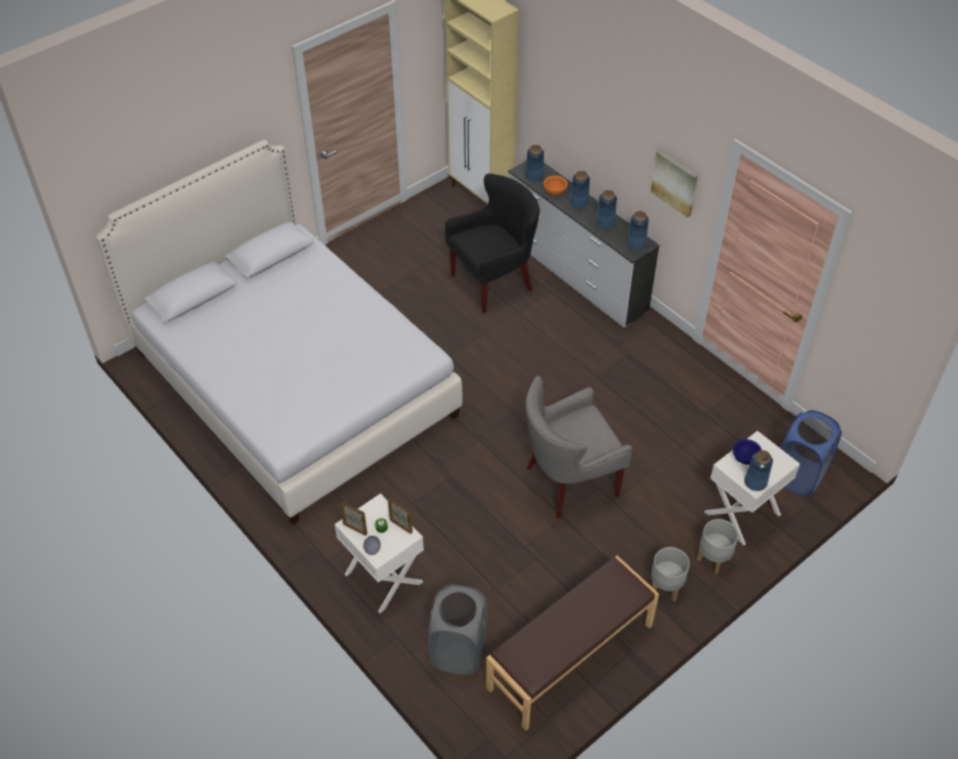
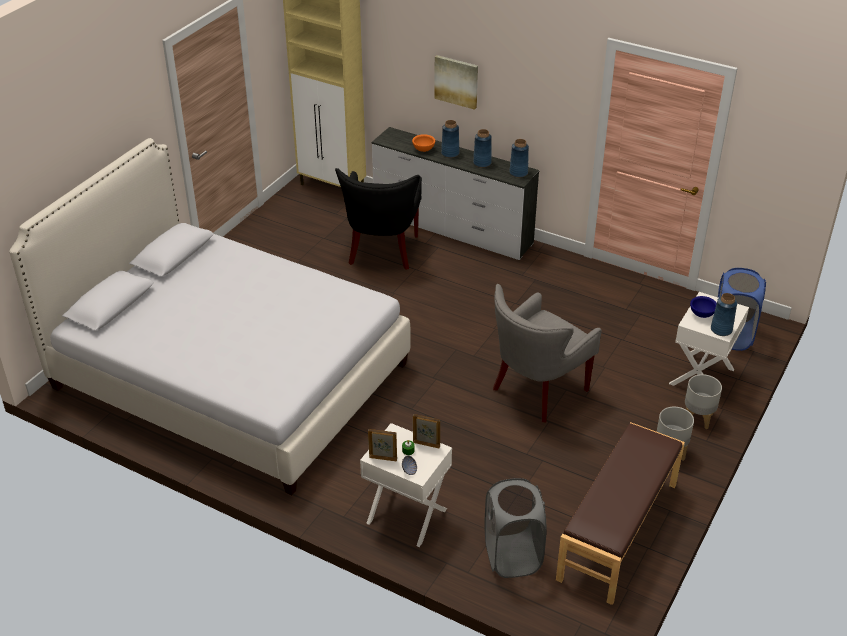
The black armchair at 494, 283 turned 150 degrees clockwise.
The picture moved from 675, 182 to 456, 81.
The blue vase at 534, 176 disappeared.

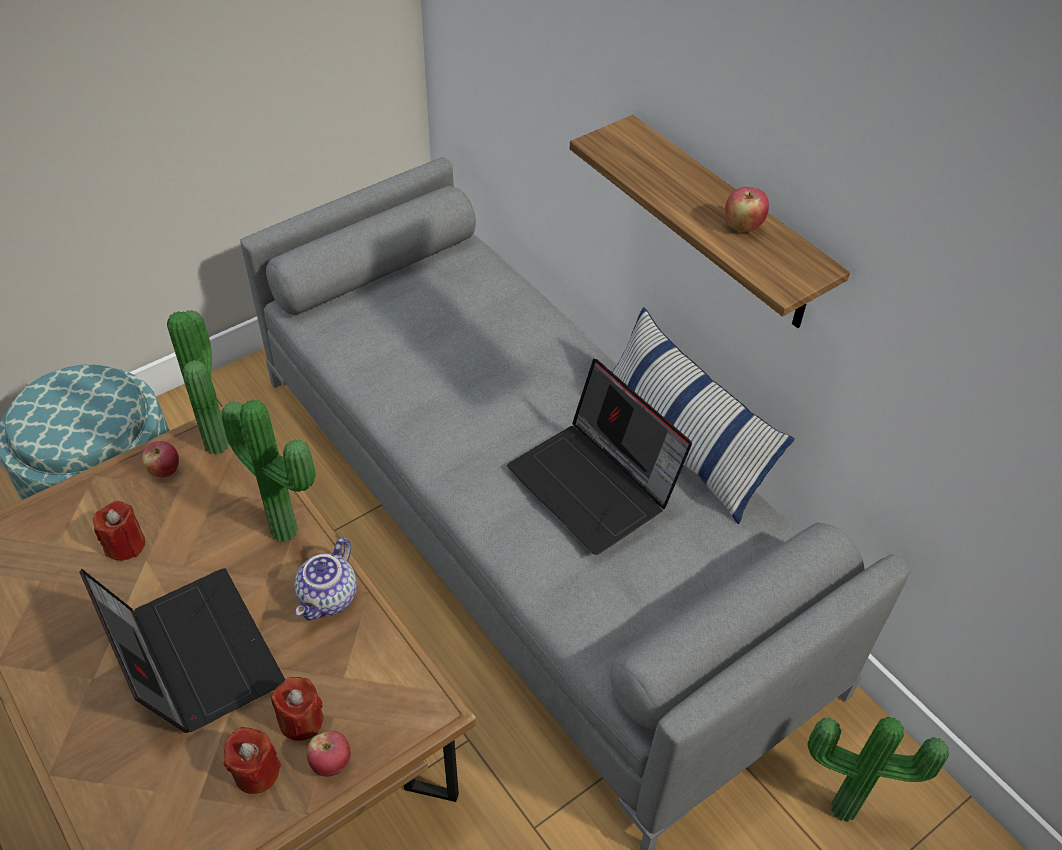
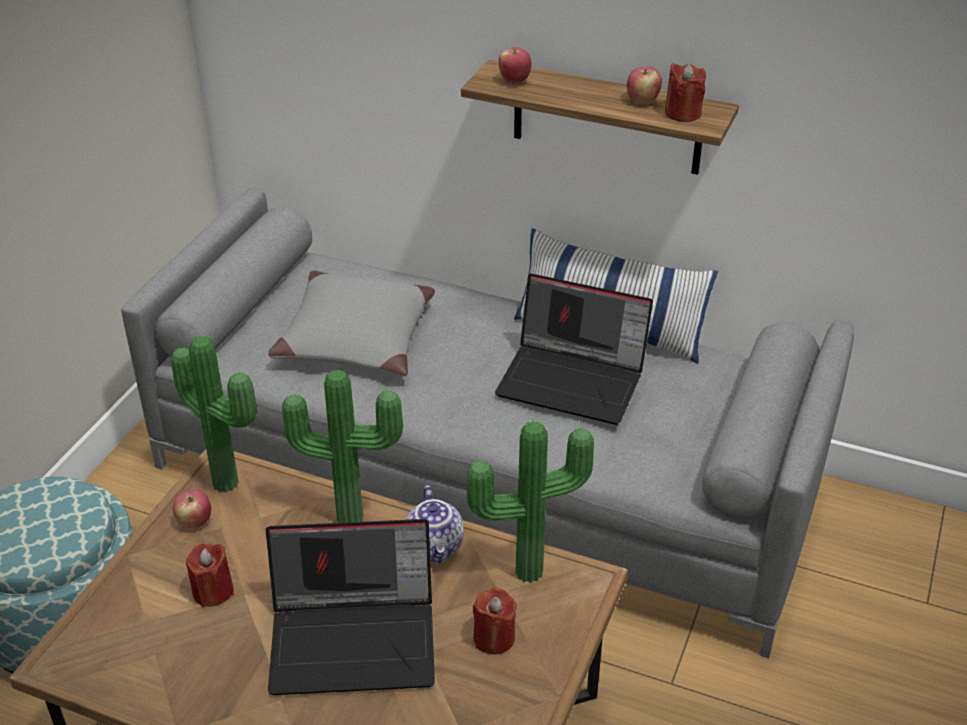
The laptop at 192, 654 turned 150 degrees clockwise.
The grey pillow at 357, 338 appeared.
The potted plant moved from 843, 803 to 527, 568.
The apple moved from 332, 763 to 514, 81.
The red candle moved from 256, 772 to 682, 113.

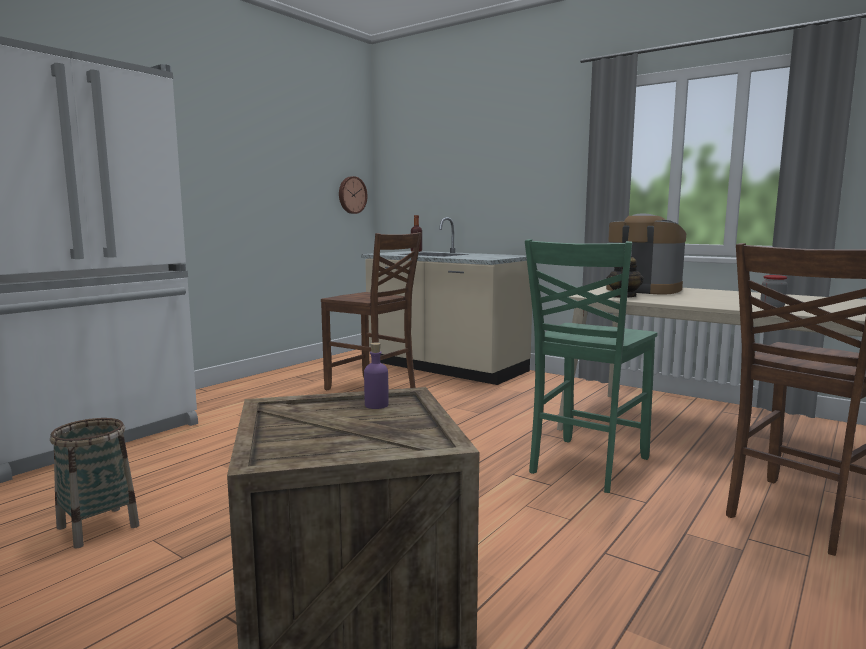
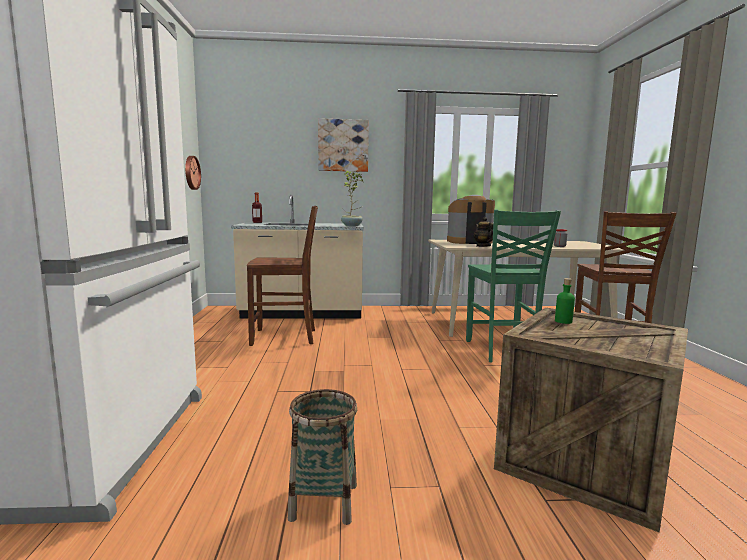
The picture at 343, 145 appeared.
The potted plant at 352, 226 appeared.
The purple bottle at 376, 405 became the green bottle at 563, 321.

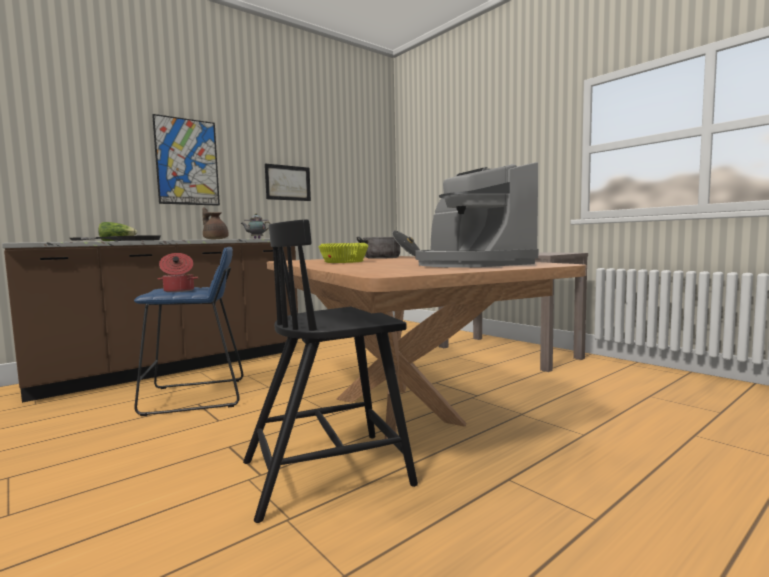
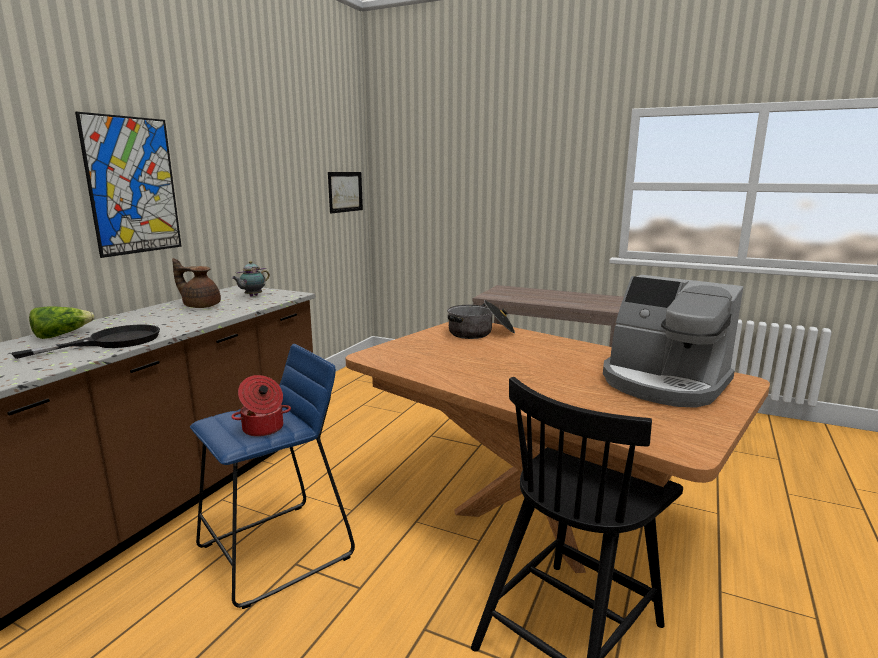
The picture moved from 288, 183 to 345, 192.
The yellow bowl at 343, 262 disappeared.

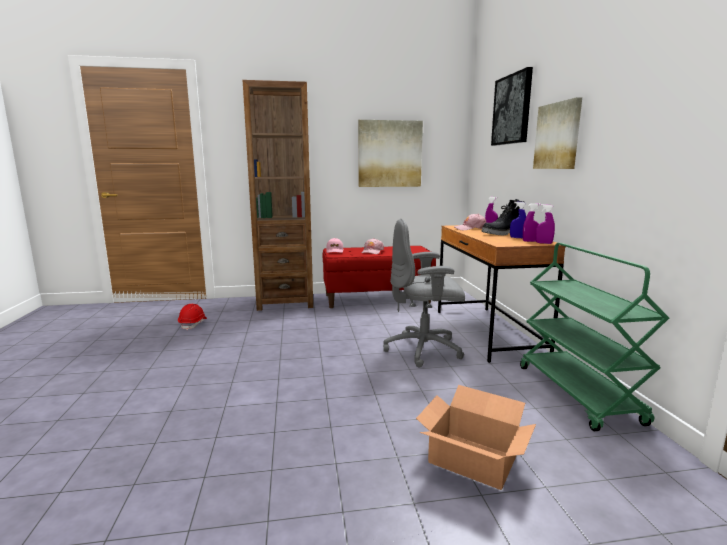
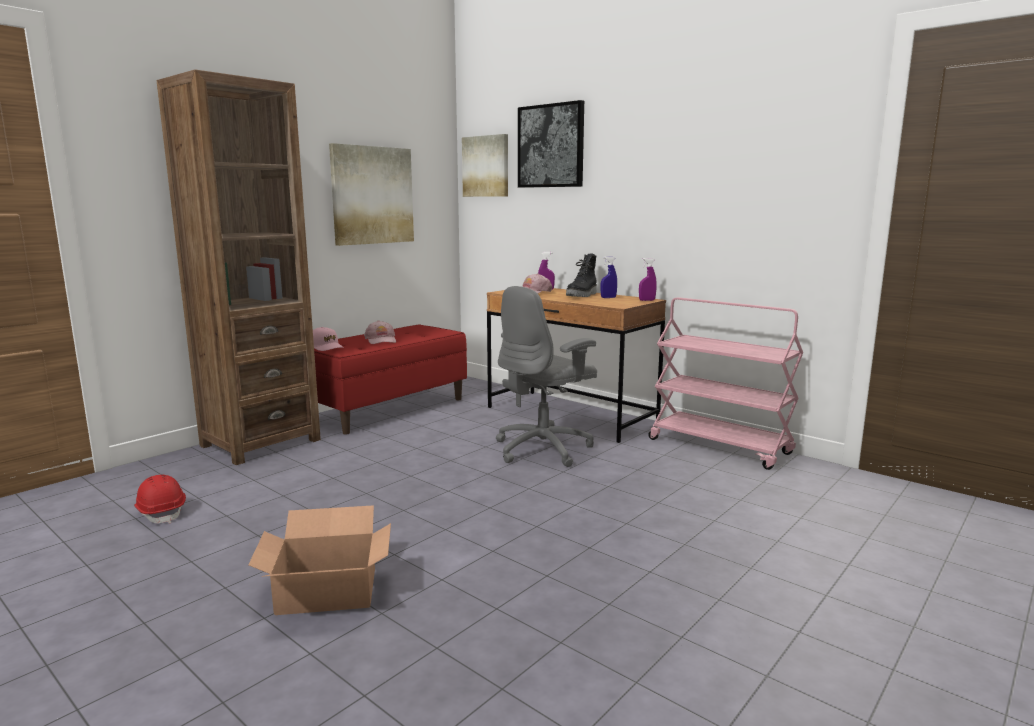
The cardboard box moved from 472, 458 to 326, 590.
The picture moved from 558, 136 to 486, 166.
The green cart at 578, 394 became the pink cart at 720, 447.
The purple spray bottle at 530, 241 disappeared.

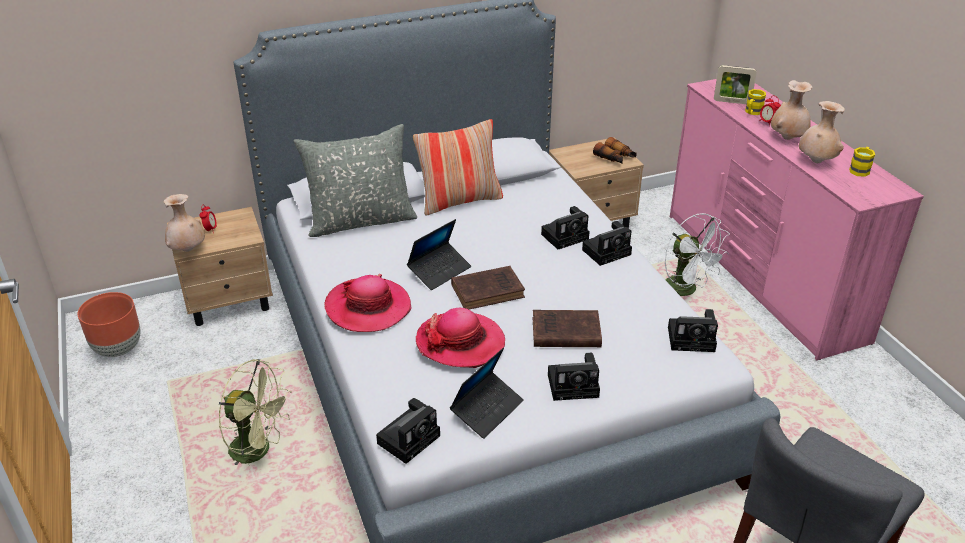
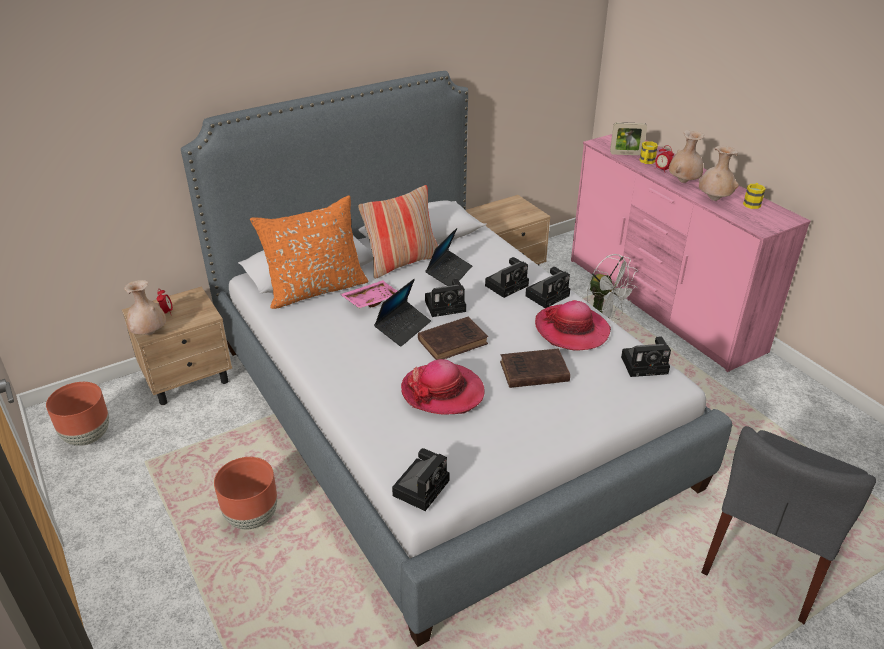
The green fan at 259, 450 was replaced by the brown planter at 251, 516.
The grey pillow at 361, 221 became the orange pillow at 316, 289.
The pink tray at 371, 300 appeared.
The photo camera moved from 575, 385 to 447, 306.
The laptop moved from 487, 410 to 449, 273.
The hat moved from 368, 307 to 572, 330.
The binoculars at 615, 158 disappeared.

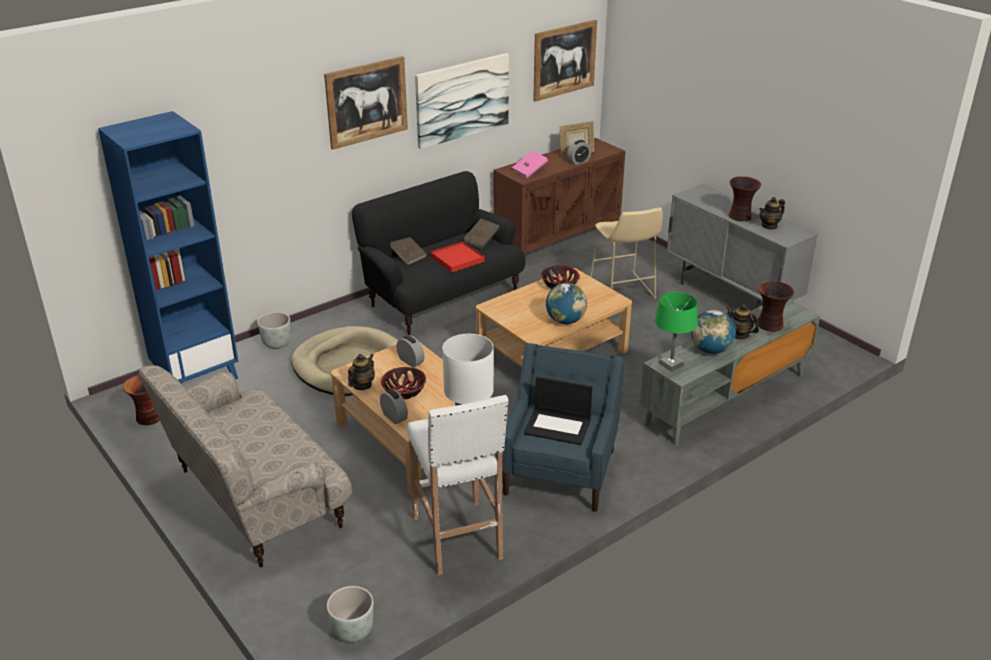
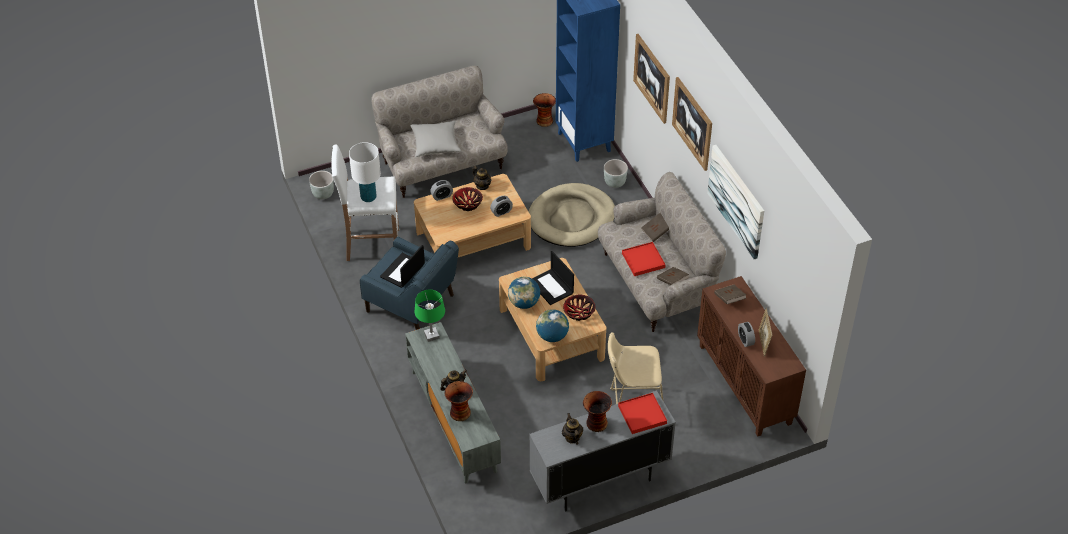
The grey pillow at 435, 144 appeared.
The laptop at 551, 287 appeared.
The globe moved from 710, 350 to 552, 336.
The black sofa at 442, 298 became the beige sofa at 656, 283.
The red tray at 642, 414 appeared.
The picture moved from 564, 60 to 652, 78.
The pink book at 530, 171 became the brown book at 729, 299.

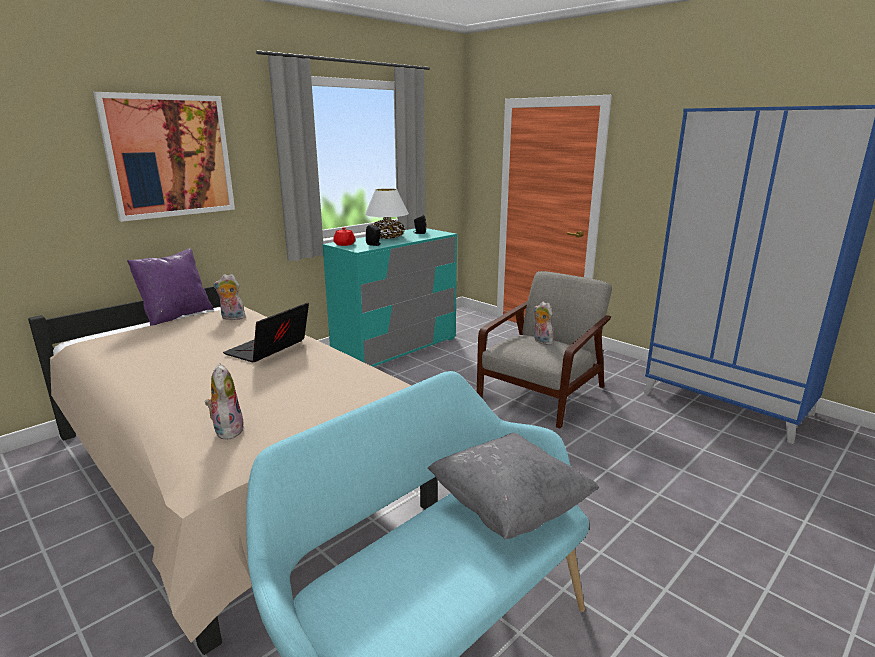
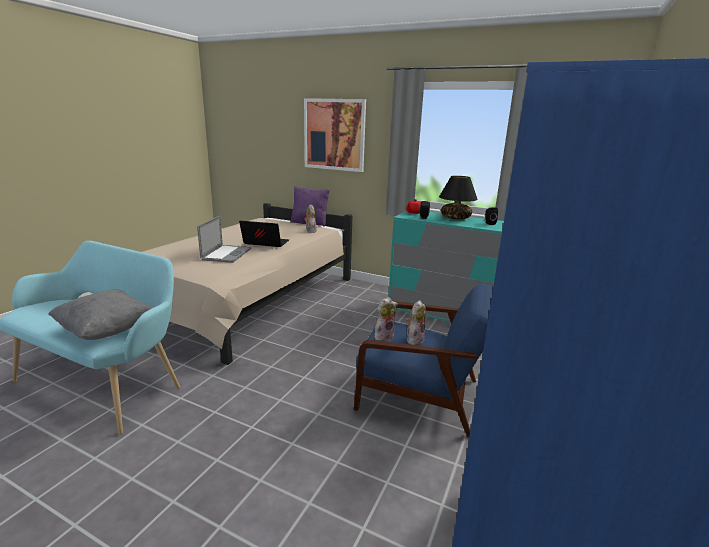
The laptop at 227, 254 appeared.
The grey armchair at 543, 393 became the blue armchair at 420, 395.
The plush toy moved from 227, 430 to 383, 336.
The white table lamp at 387, 237 became the black table lamp at 456, 218.

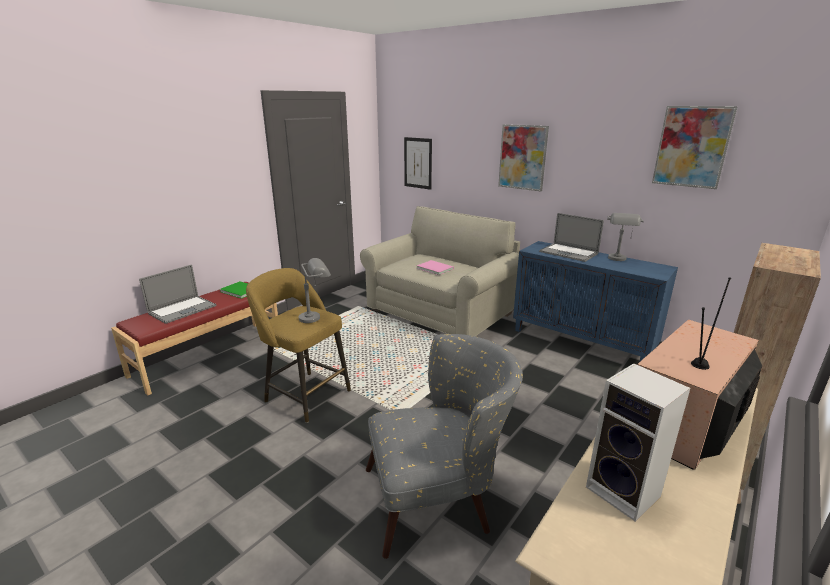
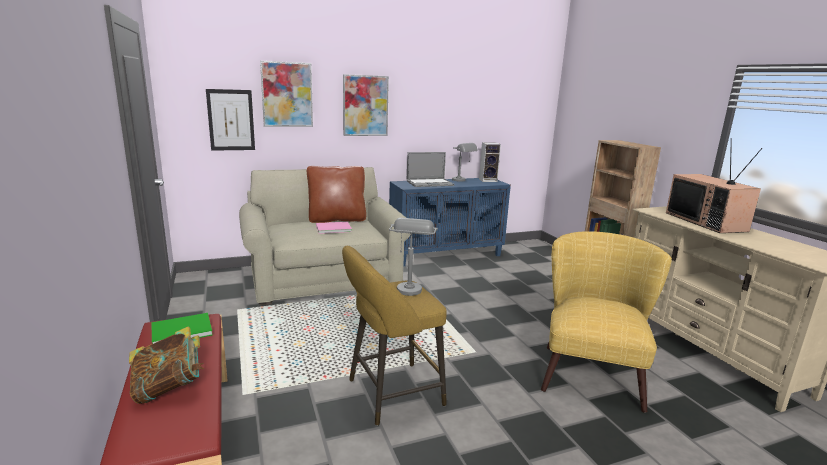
The laptop at 182, 309 was replaced by the book at 169, 388.
The picture moved from 692, 147 to 287, 94.
The brown pillow at 337, 219 appeared.
The speaker moved from 626, 493 to 488, 180.
The grey armchair at 439, 498 became the yellow armchair at 590, 369.

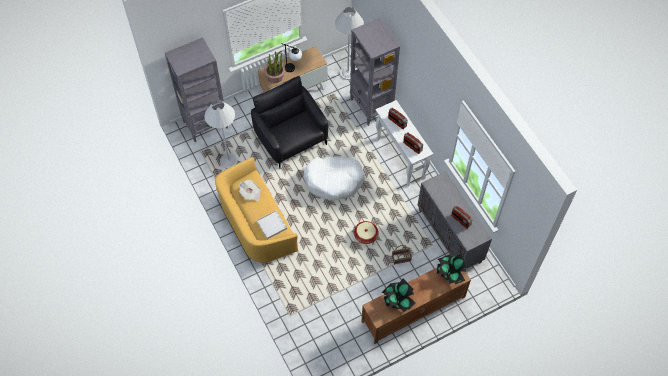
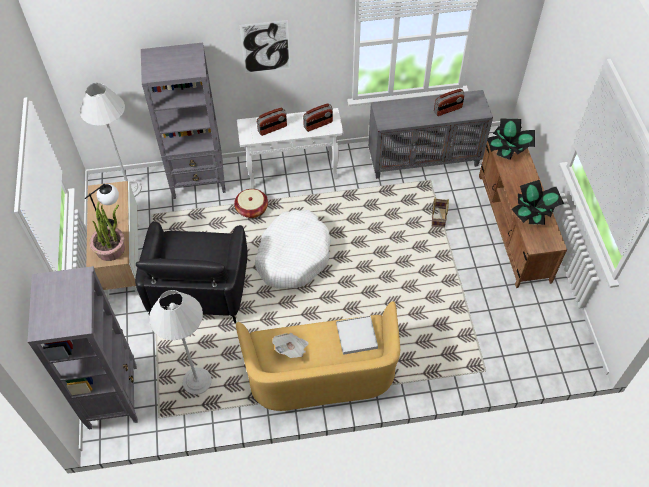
The black armchair at 291, 138 turned 75 degrees counterclockwise.
The basket moved from 365, 235 to 252, 209.
The picture at 265, 47 appeared.

